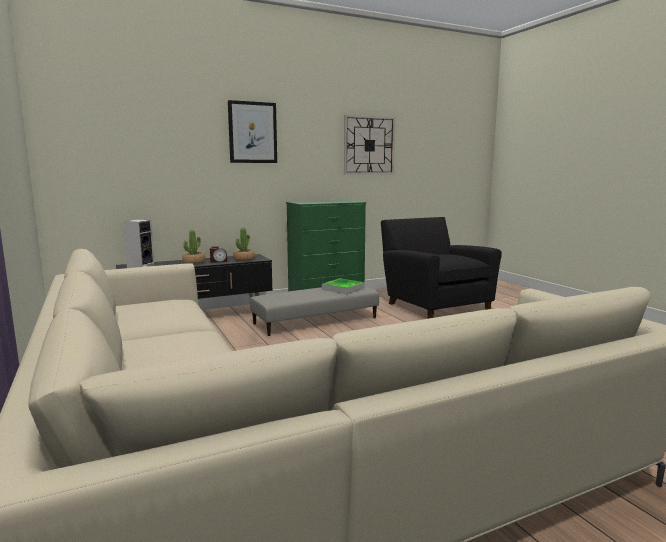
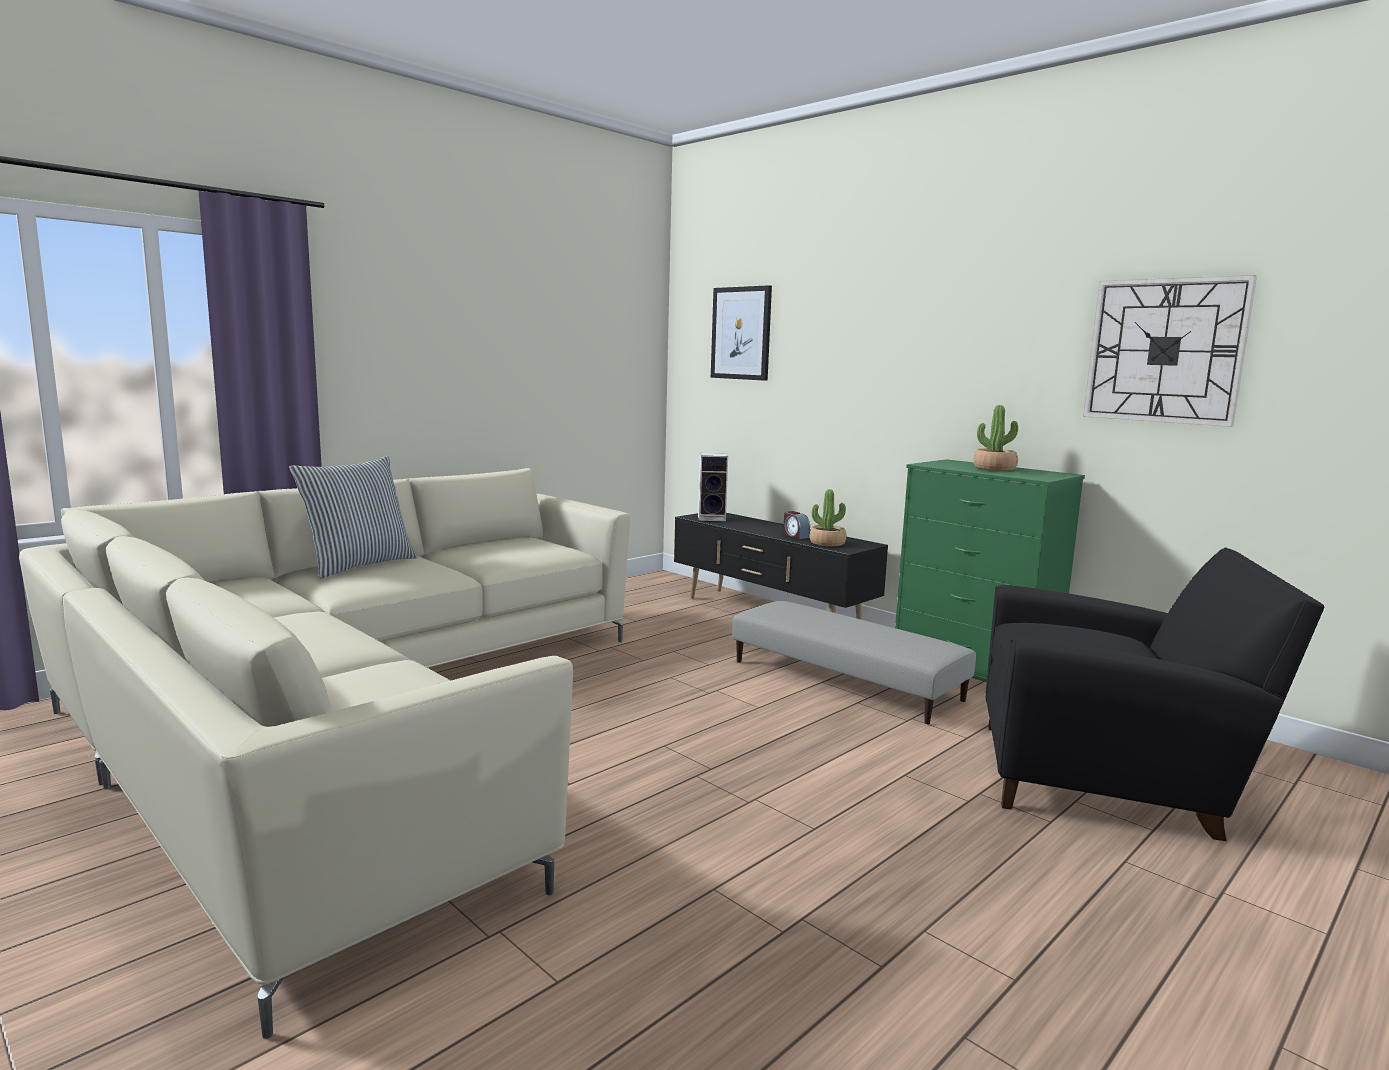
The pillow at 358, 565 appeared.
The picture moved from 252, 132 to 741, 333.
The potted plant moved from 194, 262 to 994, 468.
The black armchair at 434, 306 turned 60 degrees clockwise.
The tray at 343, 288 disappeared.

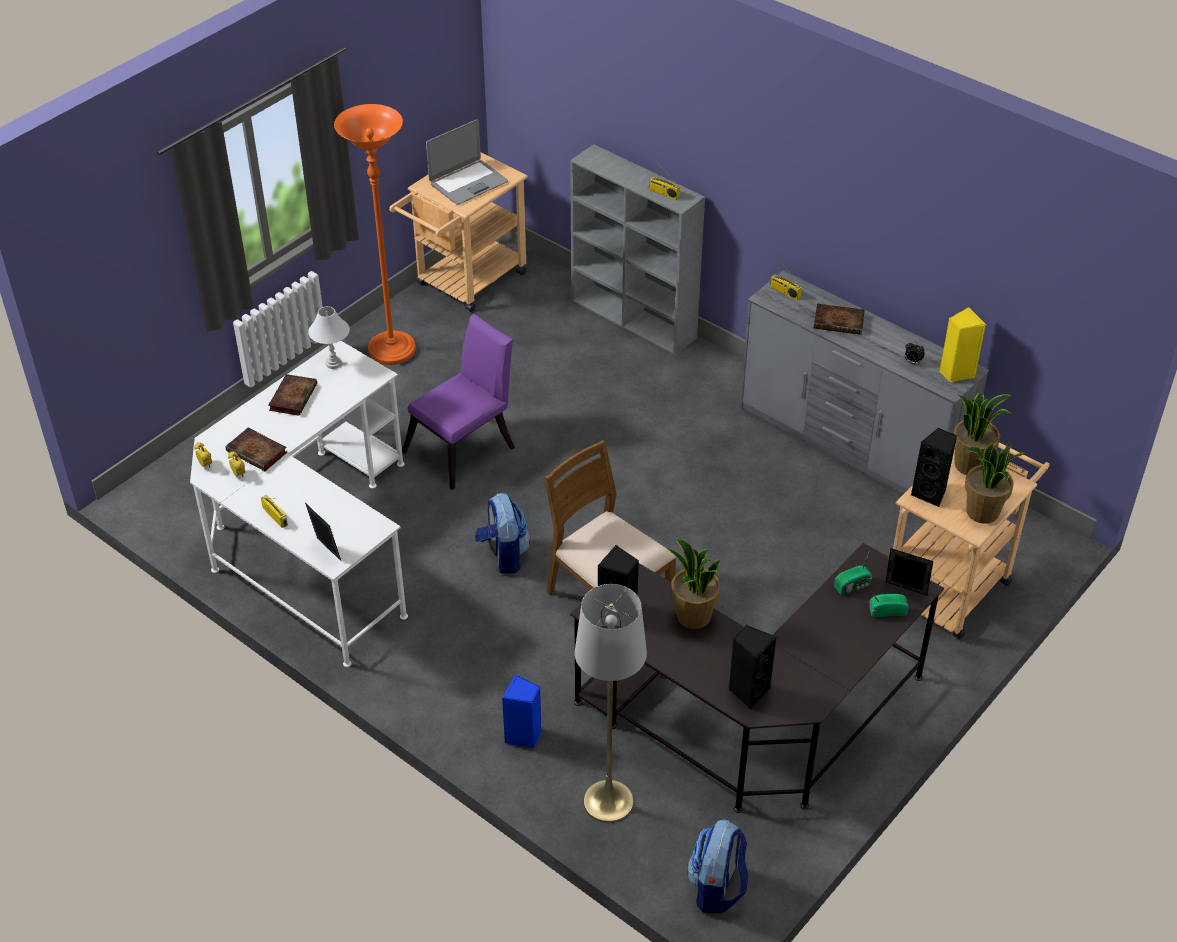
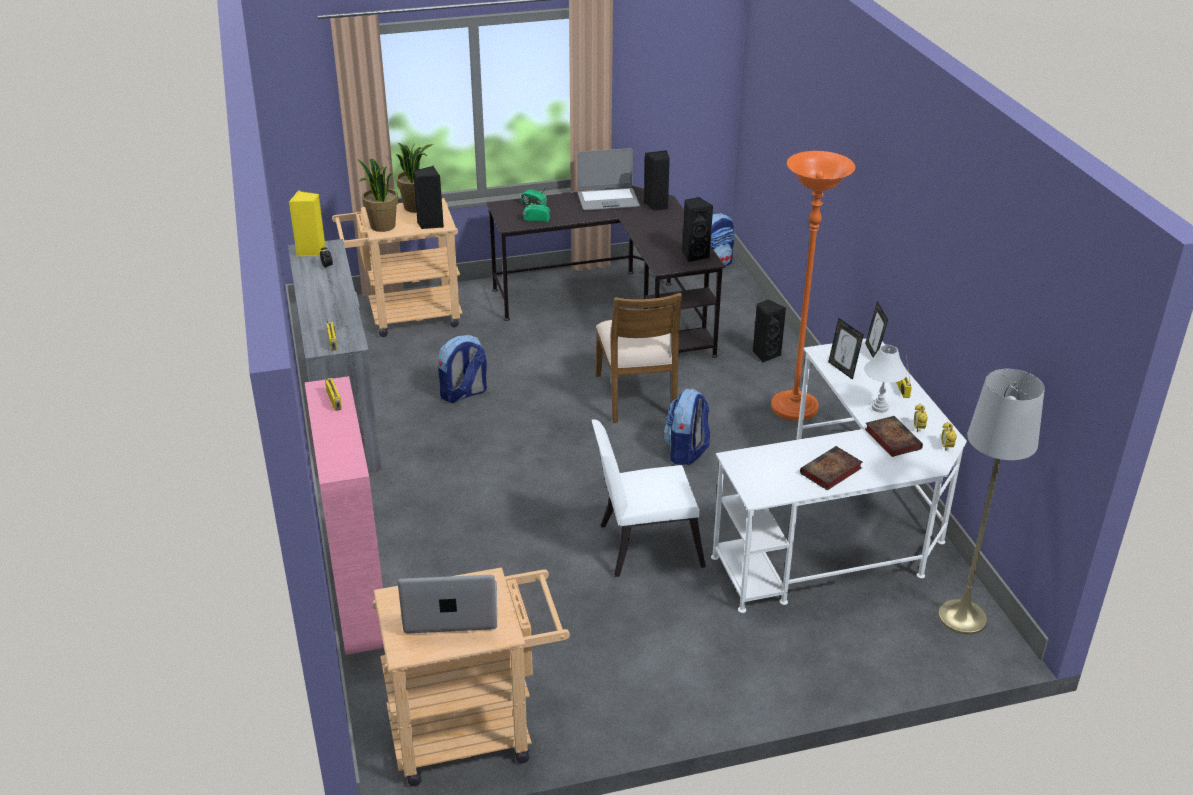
The grey bookcase at 634, 319 became the pink bookcase at 357, 592.
The backpack at 463, 394 appeared.
The laptop at 608, 200 appeared.
The purple chair at 465, 447 became the white chair at 643, 545.
The blue speaker at 523, 736 became the black speaker at 765, 354.
The orange floor lamp moved from 392, 351 to 794, 408.
The picture frame moved from 905, 591 to 842, 370.
The white table lamp moved from 333, 363 to 880, 408.
The grey floor lamp moved from 608, 801 to 962, 617.
The potted plant at 693, 616 disappeared.
The book at 840, 322 disappeared.

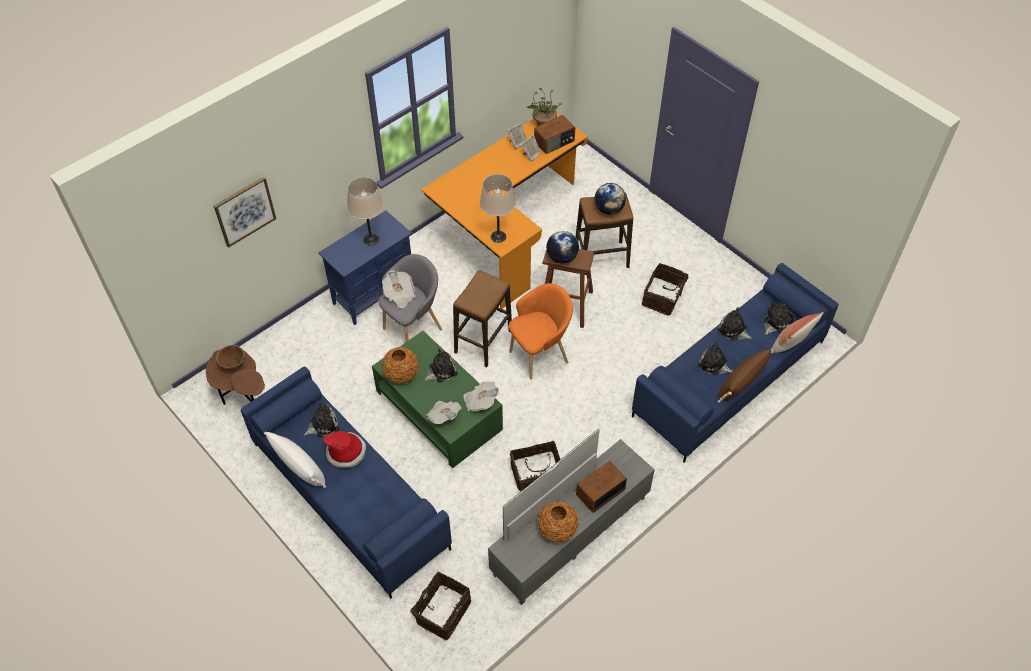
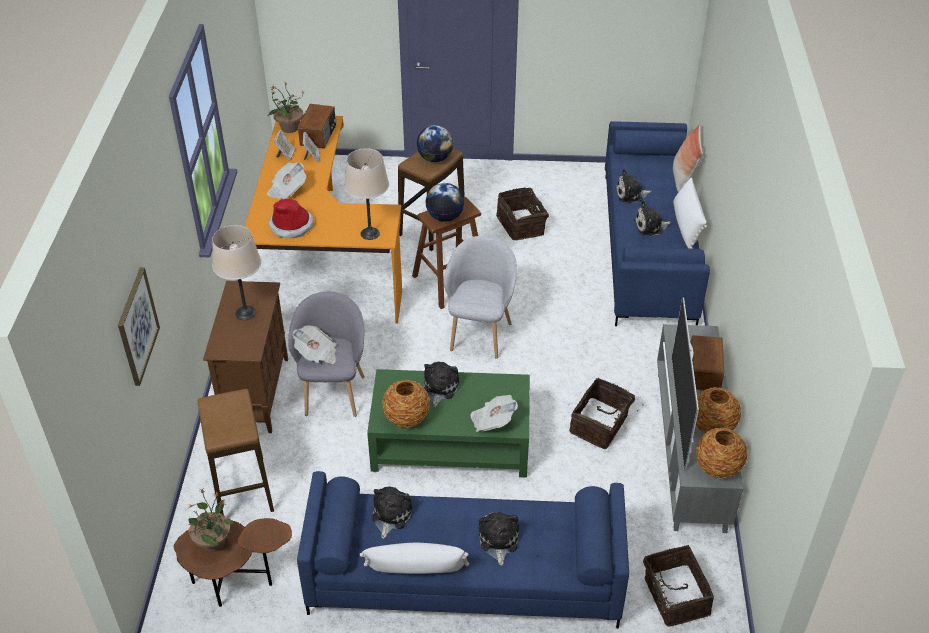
The brown bowl at 233, 365 was replaced by the potted plant at 213, 541.
The stool moved from 483, 342 to 243, 489.
The blue cabinet at 374, 293 became the brown cabinet at 256, 393.
The newspaper moved from 480, 401 to 287, 190.
The hat moved from 346, 452 to 291, 225.
The orange armchair at 540, 355 became the grey armchair at 480, 334.
The plush toy moved from 776, 322 to 498, 541.
The brown pillow at 741, 382 became the white pillow at 686, 225.
The vase at 718, 467 appeared.

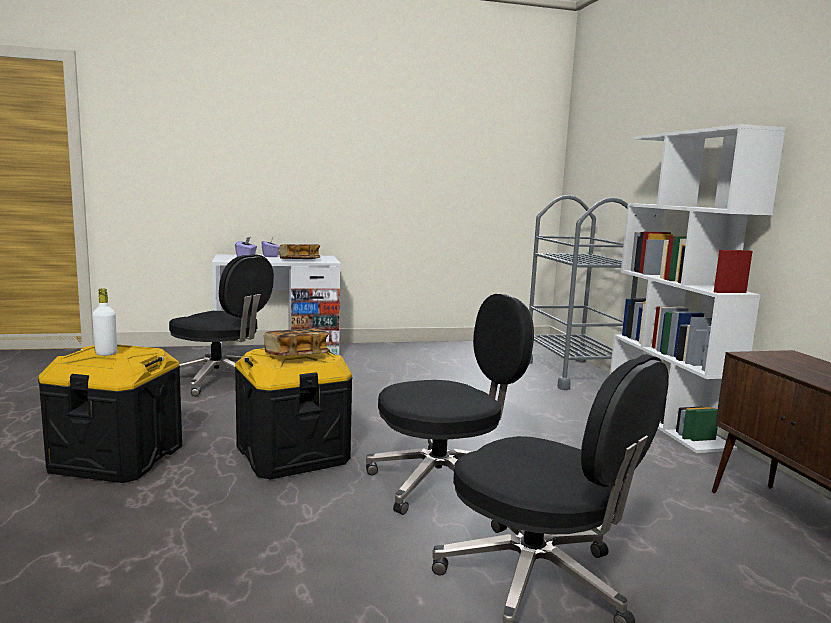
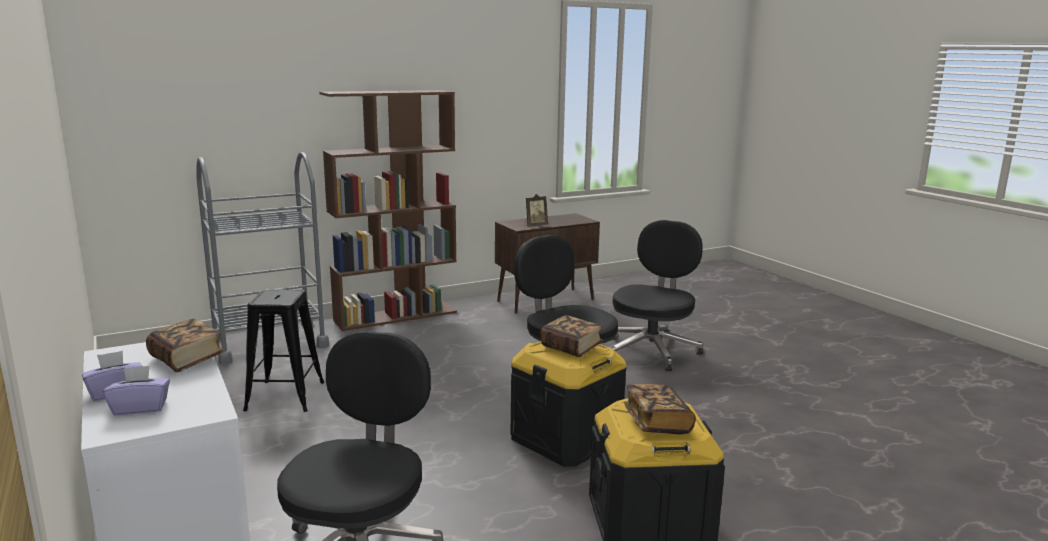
The black stool at 285, 396 appeared.
The white bookcase at 666, 421 became the brown bookcase at 396, 316.
The picture frame at 535, 226 appeared.
The white bottle at 106, 353 was replaced by the book at 657, 423.

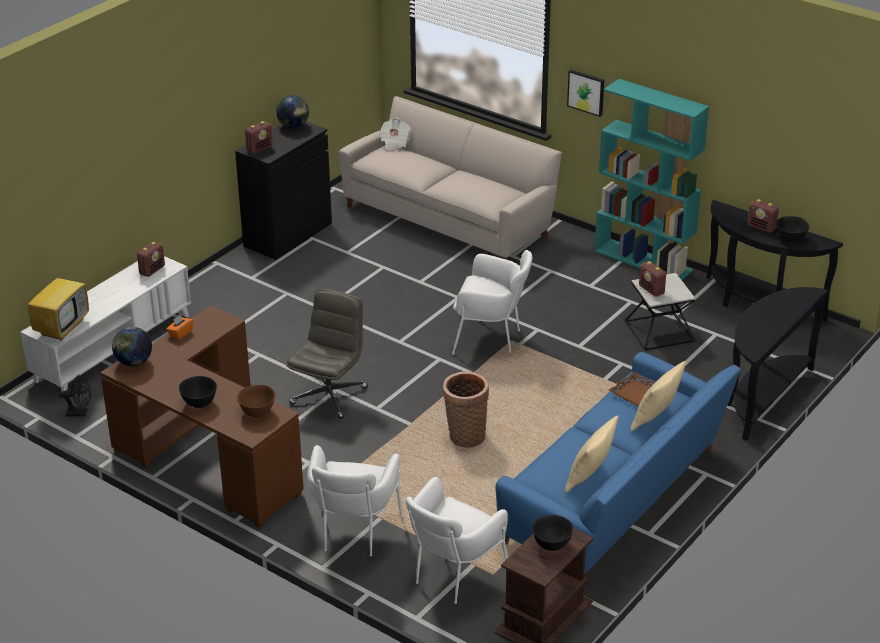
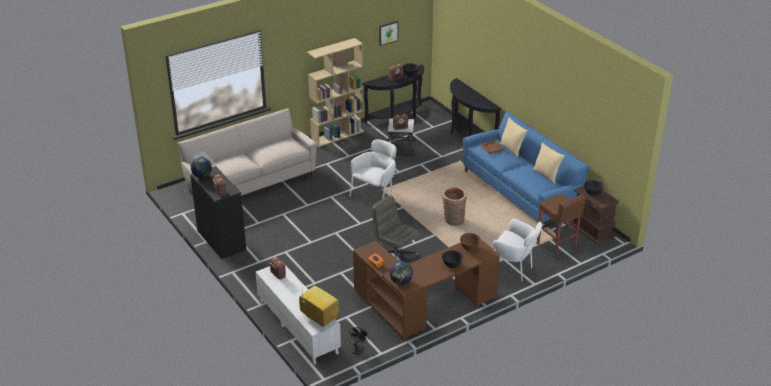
The turquoise bookcase at 644, 261 became the beige bookcase at 337, 136.
The picture moved from 586, 92 to 388, 33.
The white armchair at 453, 576 was replaced by the brown stool at 556, 247.

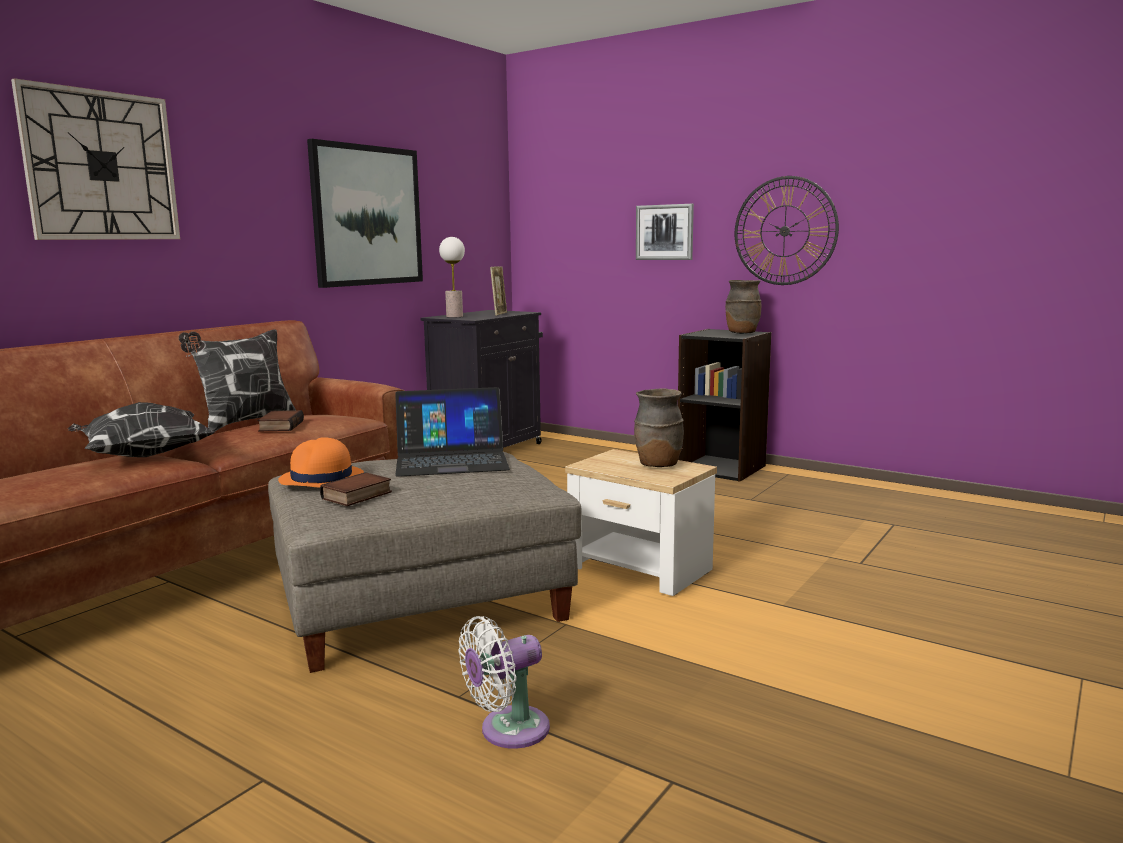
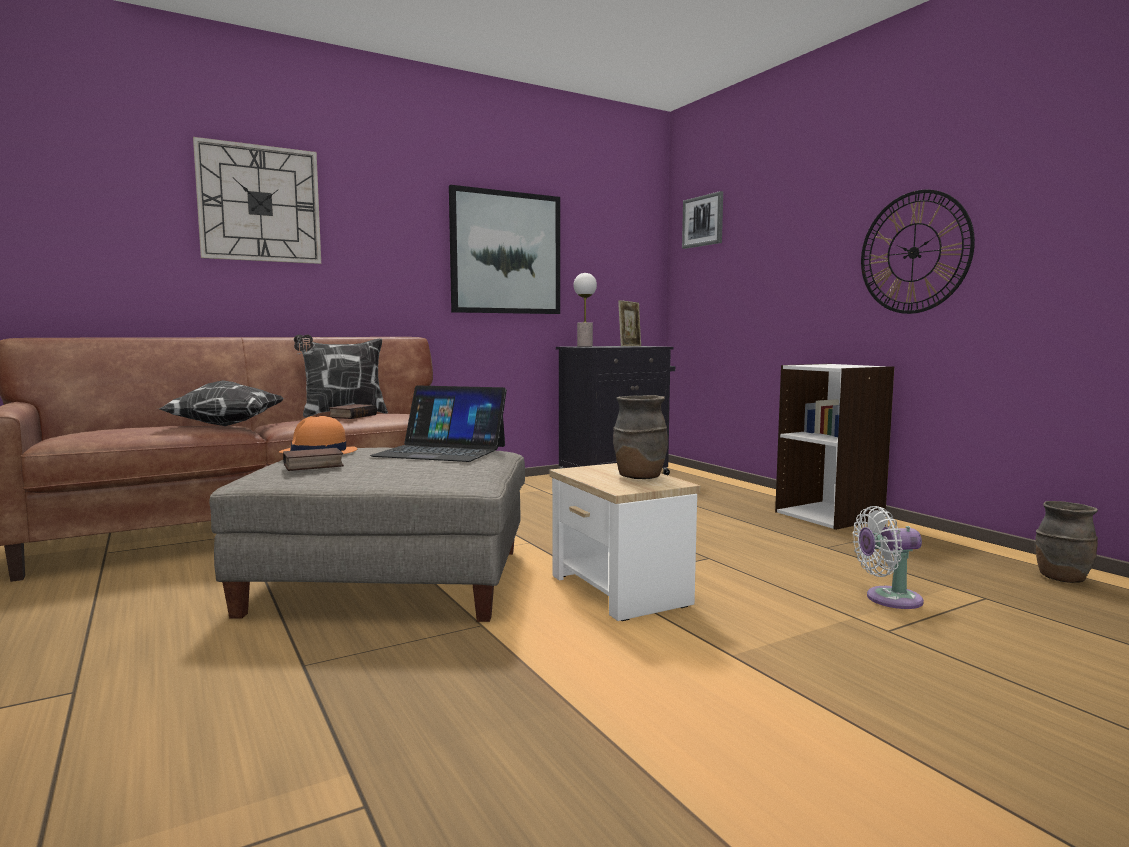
The picture moved from 664, 232 to 703, 221.
The black bookcase at 722, 468 became the white bookcase at 830, 515.
The white fan moved from 508, 730 to 888, 599.
The brown vase moved from 742, 333 to 1061, 578.

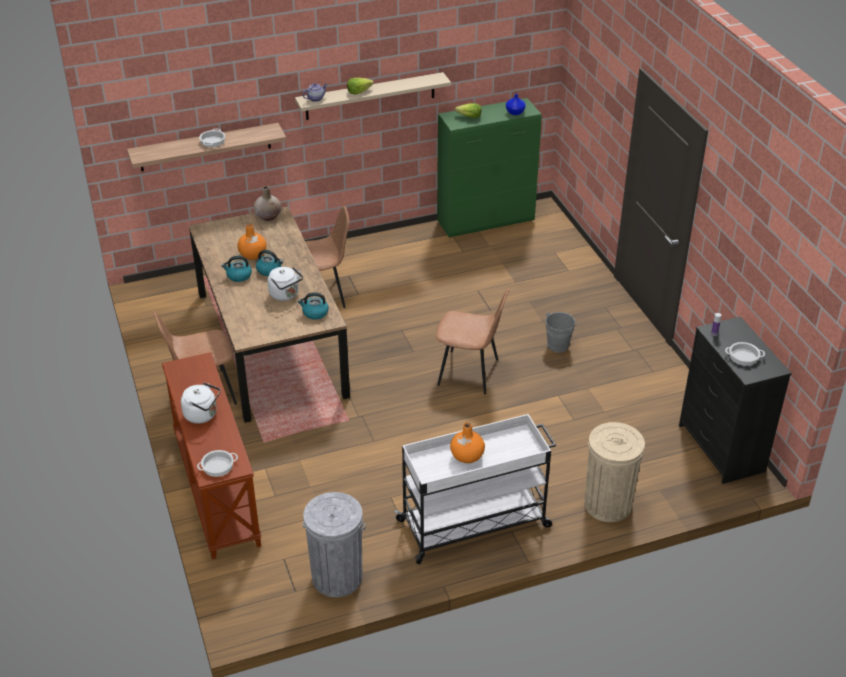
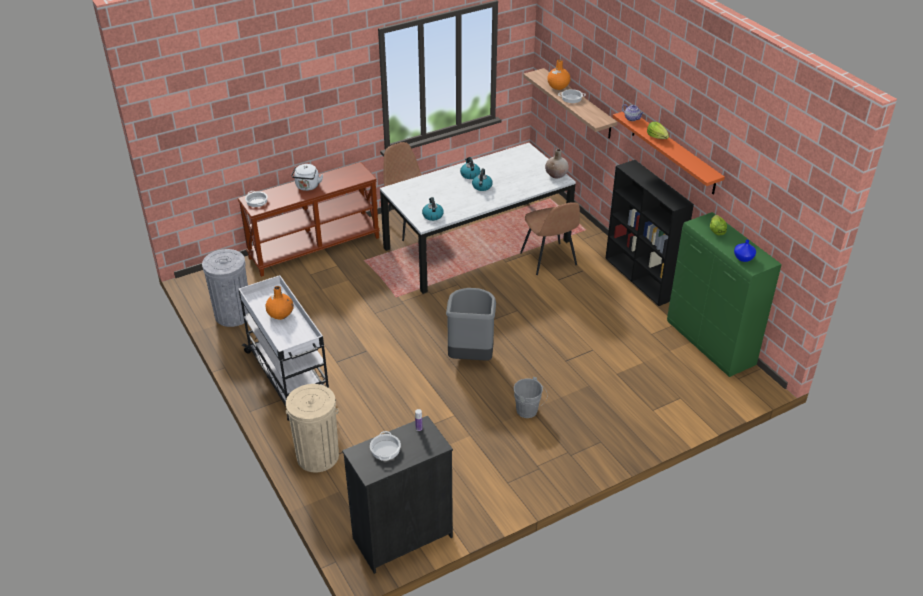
The brown dining table at 271, 344 became the white dining table at 477, 245.
The brown chair at 470, 373 was replaced by the grey trash can at 471, 356.
The orange vase moved from 252, 255 to 558, 86.
The black bookcase at 641, 278 appeared.
The beige shelf at 370, 96 became the orange shelf at 673, 152.
The white kettle at 285, 295 disappeared.

